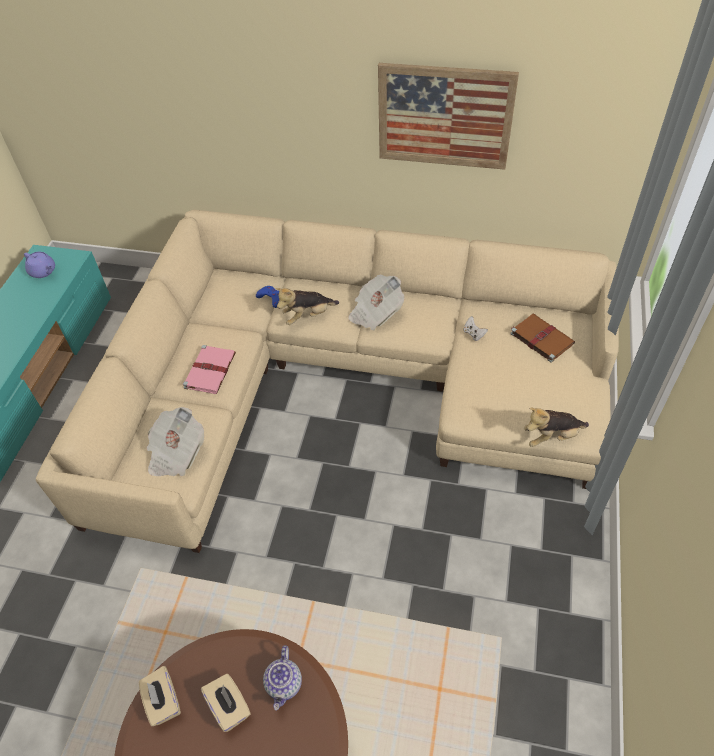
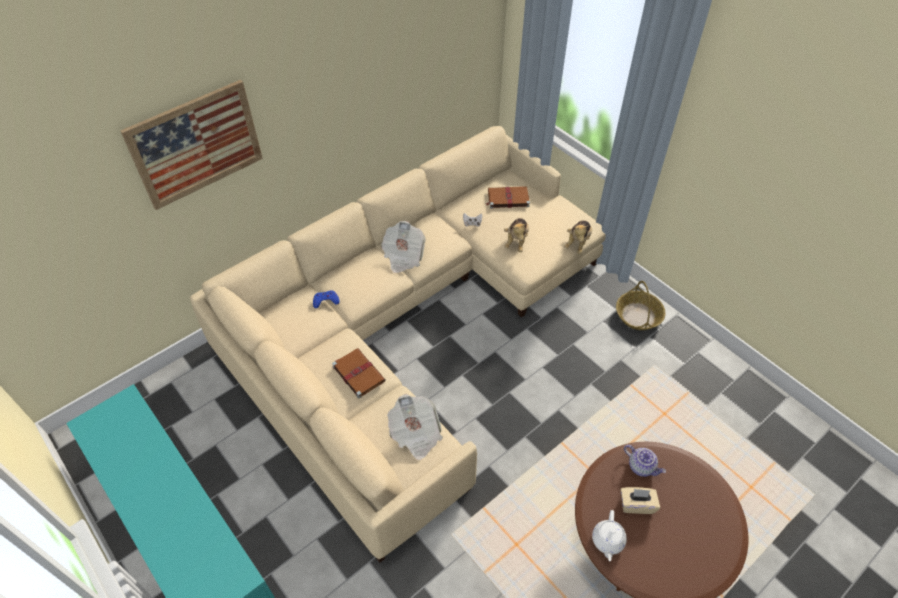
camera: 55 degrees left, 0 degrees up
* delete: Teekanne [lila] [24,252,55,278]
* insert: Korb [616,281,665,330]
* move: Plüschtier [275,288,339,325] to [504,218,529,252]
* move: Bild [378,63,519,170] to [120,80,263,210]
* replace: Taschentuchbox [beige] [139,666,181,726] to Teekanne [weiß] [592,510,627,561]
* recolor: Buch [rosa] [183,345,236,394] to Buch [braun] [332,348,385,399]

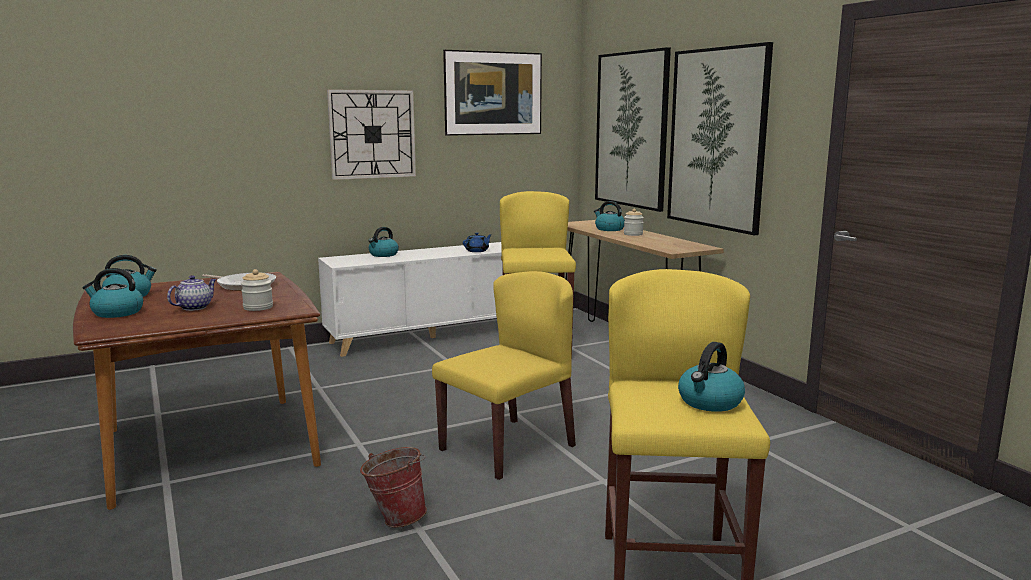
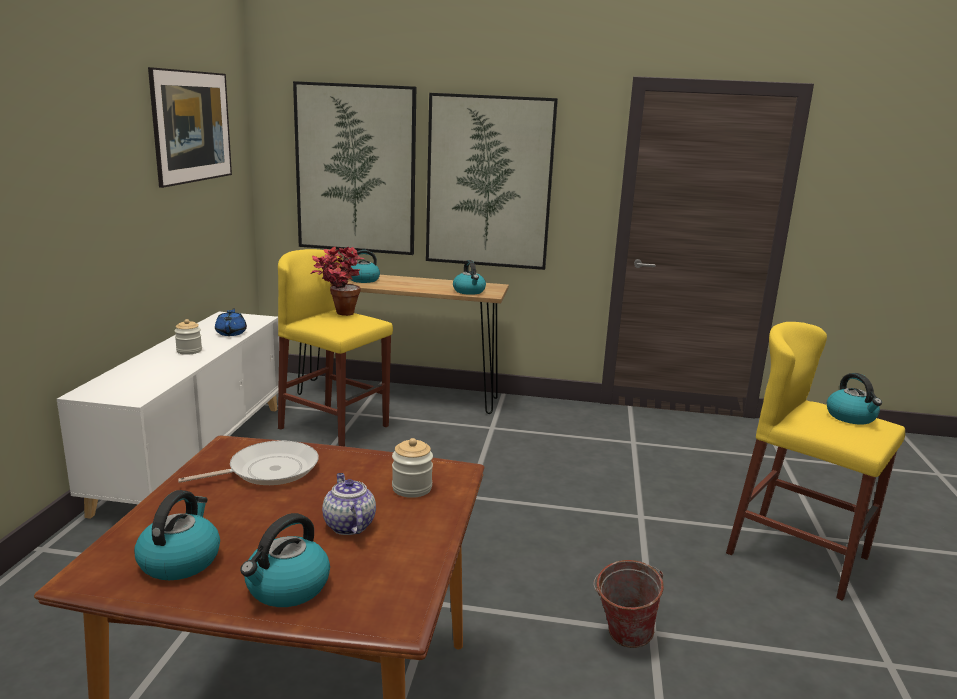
camera: 55 degrees left, 5 degrees up
* delete: Wanduhr [327,89,416,180]
* delete: Stuhl [gelb] [432,271,576,480]
* insert: Topfpflanze [311,247,364,316]
* move: Wasserkessel [368,227,399,257] to [453,260,486,295]
* move: Vorratsglas [624,209,644,236] to [174,319,202,355]

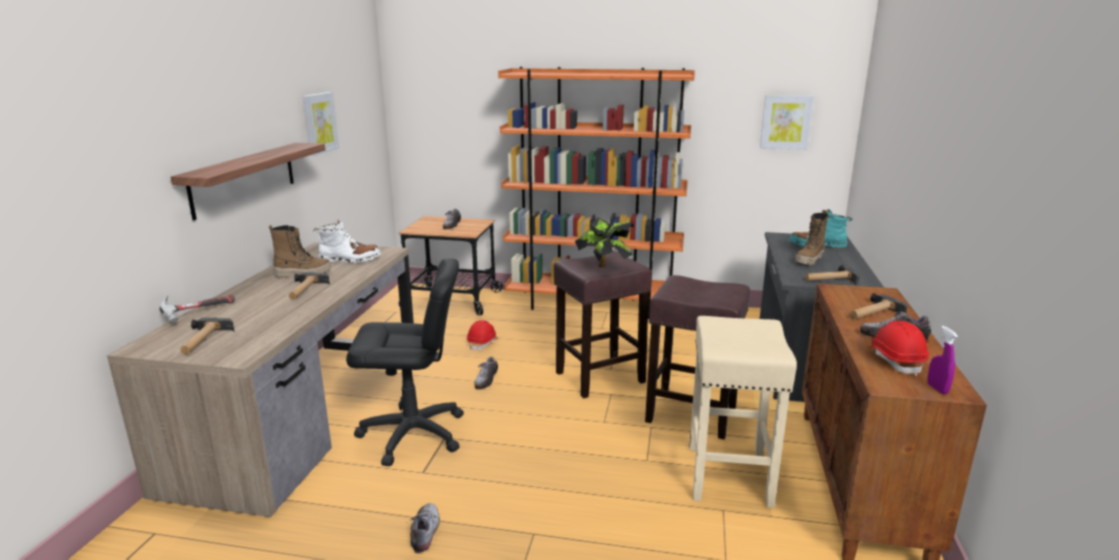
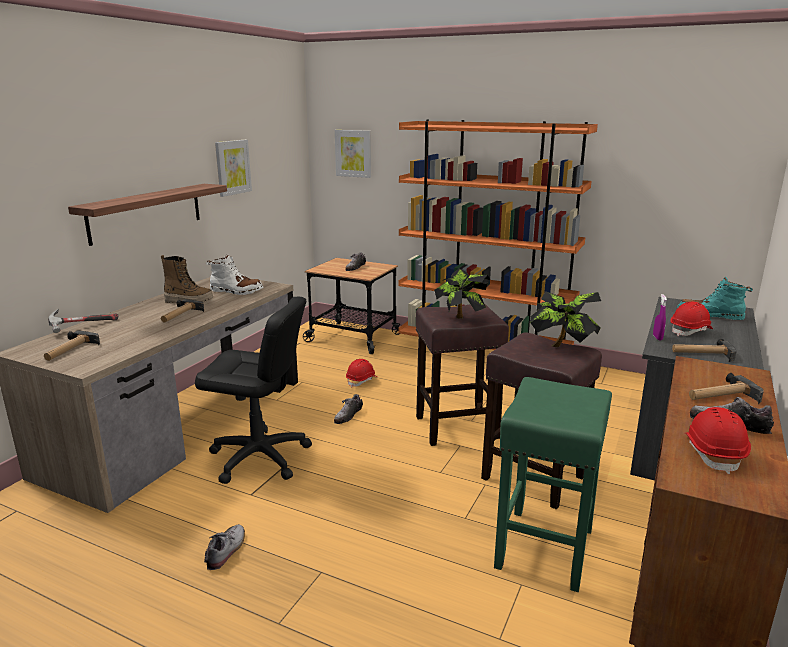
camera: 15 degrees right, 0 degrees up
* insert: Topfpflanze [530,292,601,347]
* move: Bild [760,95,814,150] to [335,130,371,178]
* move: Sprühflasche [lila] [927,326,958,394] to [653,294,667,340]
* replace: Stiefel [795,210,828,265] to Schutzhelm [rot] [670,301,713,336]
* recolor: Hocker [beige] [689,316,797,508] to Hocker [grün] [494,377,612,592]

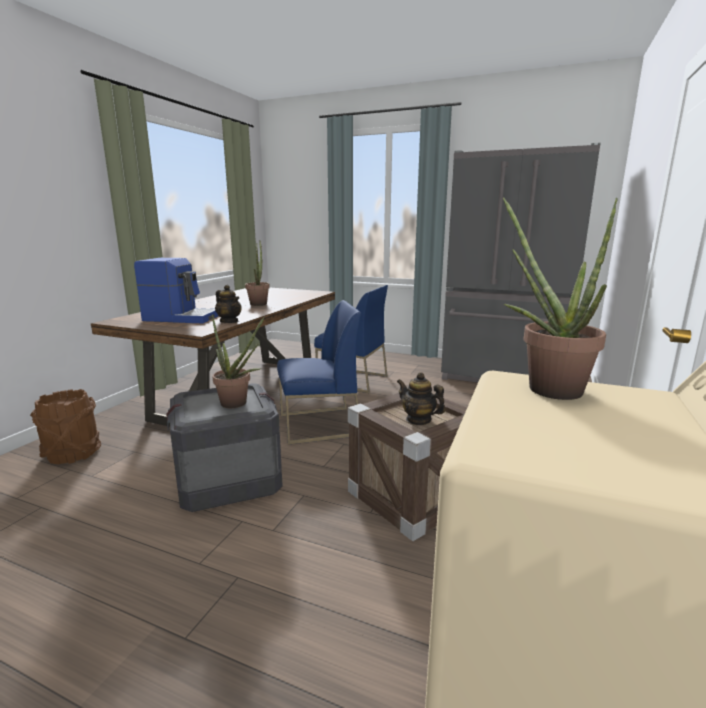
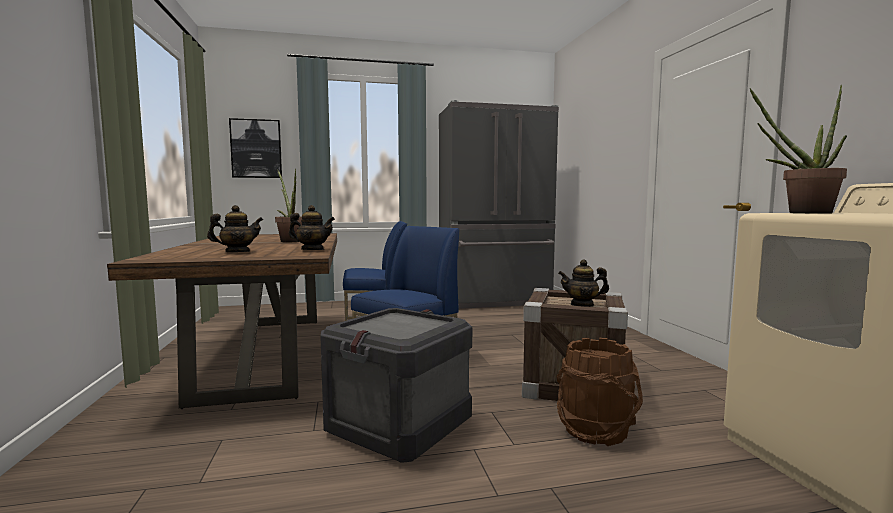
camera: 35 degrees left, 10 degrees down
* delete: Topfpflanze [212,314,265,408]
* insert: Bild [229,118,282,178]
* move: Eimer [braun] [30,389,101,464] to [557,338,643,446]
* replace: Kaffeemaschine [134,258,219,323] to Teekanne [207,205,263,252]

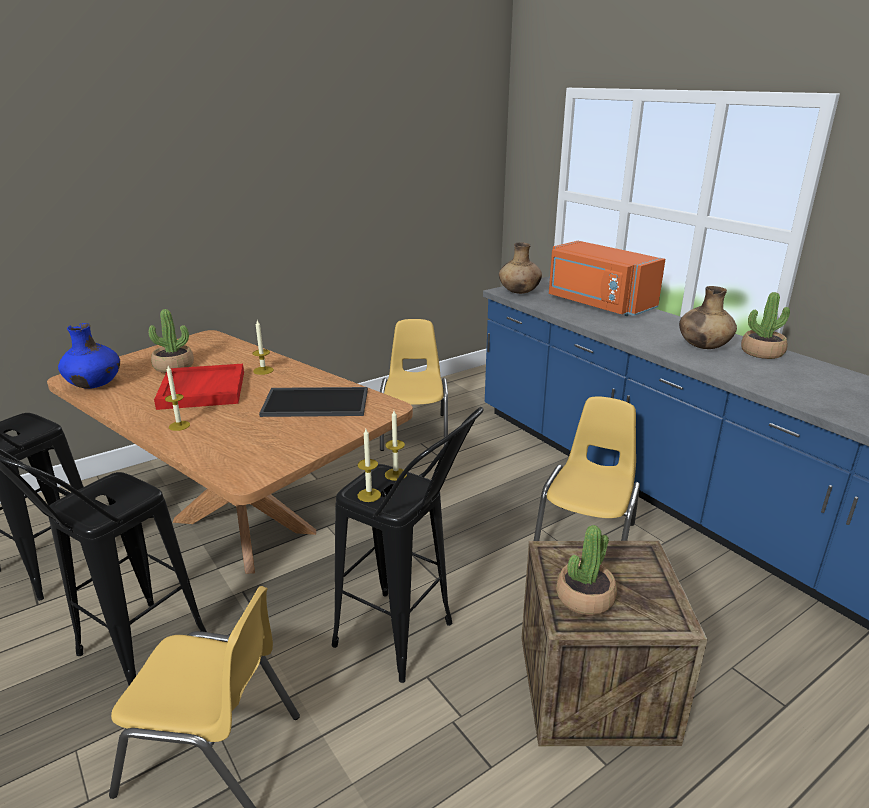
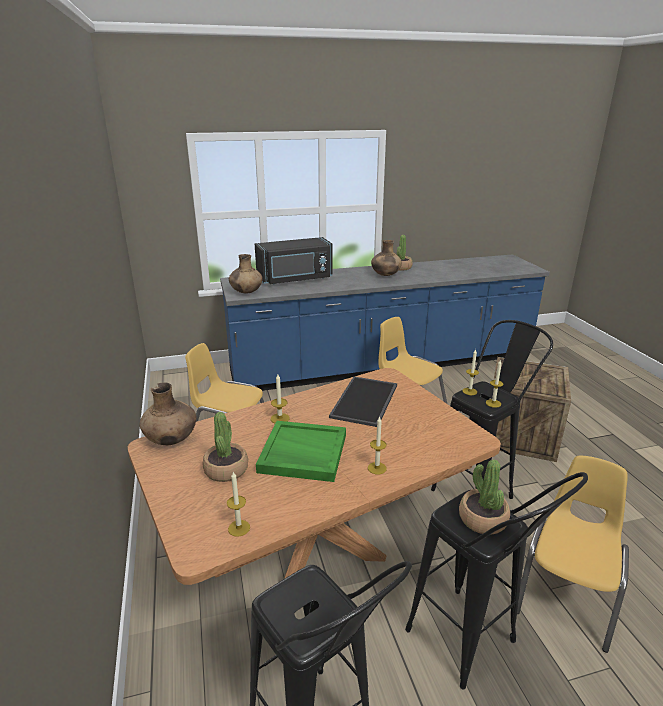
camera: 70 degrees left, 0 degrees up
* insert: Vase [braun] [140,382,196,445]
* move: Topfpflanze [556,525,617,615] to [459,459,510,535]
* replace: Vase [blau] [58,323,120,389] to Kerze [227,472,250,537]
* recolor: Tablett [rot] [154,364,244,410] to Tablett [grün] [256,421,346,482]
* recolor: Mikrowelle [orange] [549,241,665,316] to Mikrowelle [schwarz] [255,237,332,284]

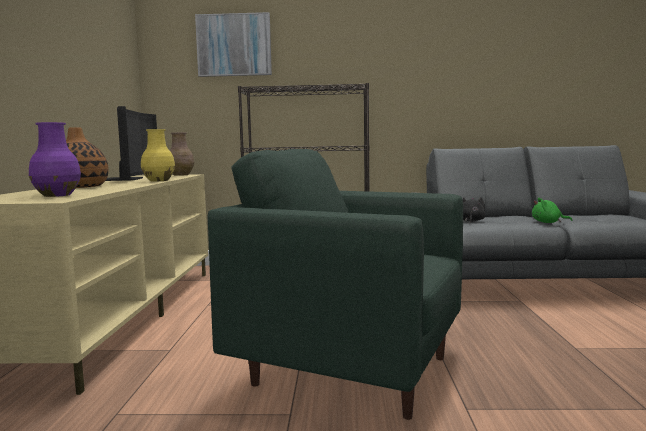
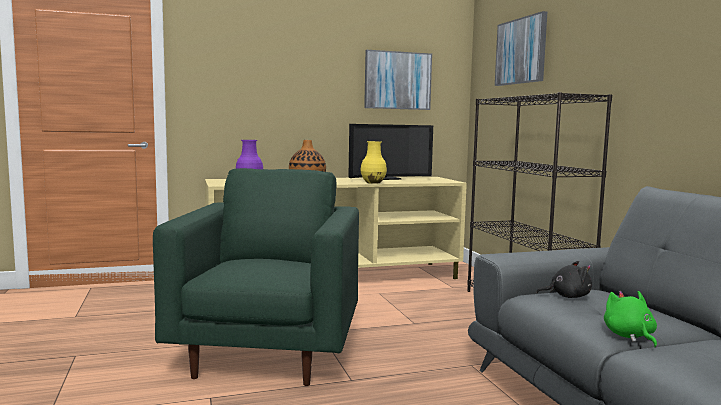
camera: 70 degrees right, 0 degrees up
* delete: Vase [braun] [169,132,194,176]
* insert: Bild [364,50,432,110]

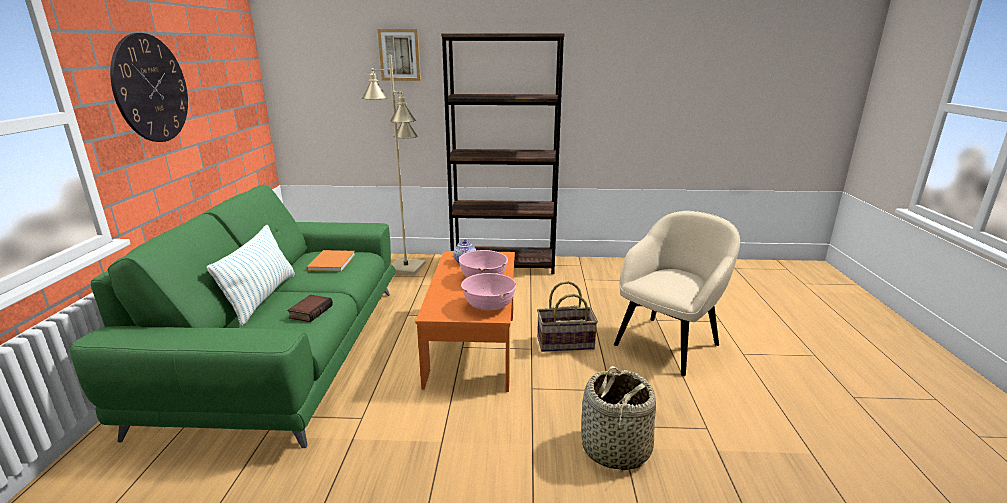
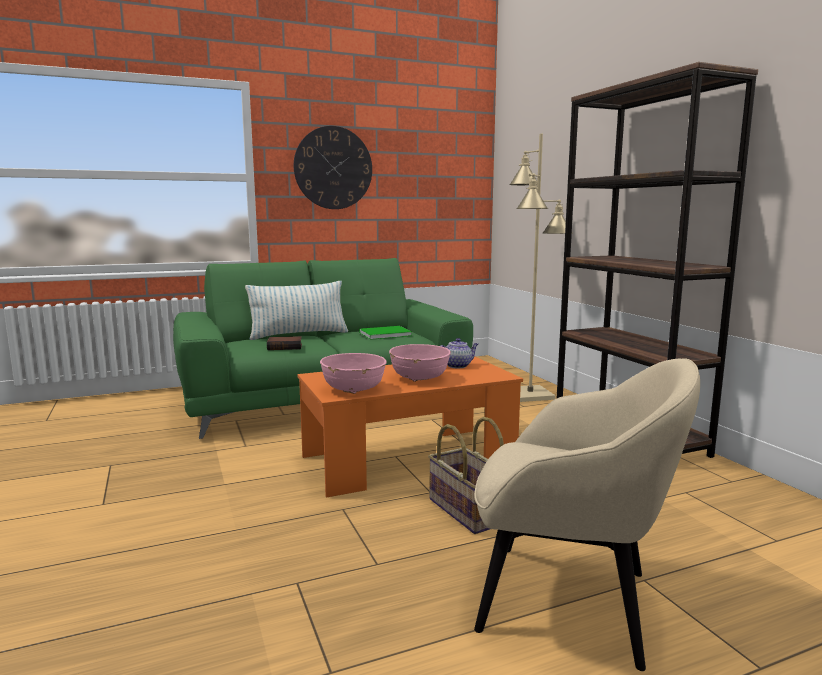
camera: 65 degrees right, 10 degrees down
* delete: Bild [378,29,421,81]
* delete: Korb [581,366,656,472]
* recolor: Buch [orange] [306,250,355,272] to Buch [grün] [359,326,412,340]

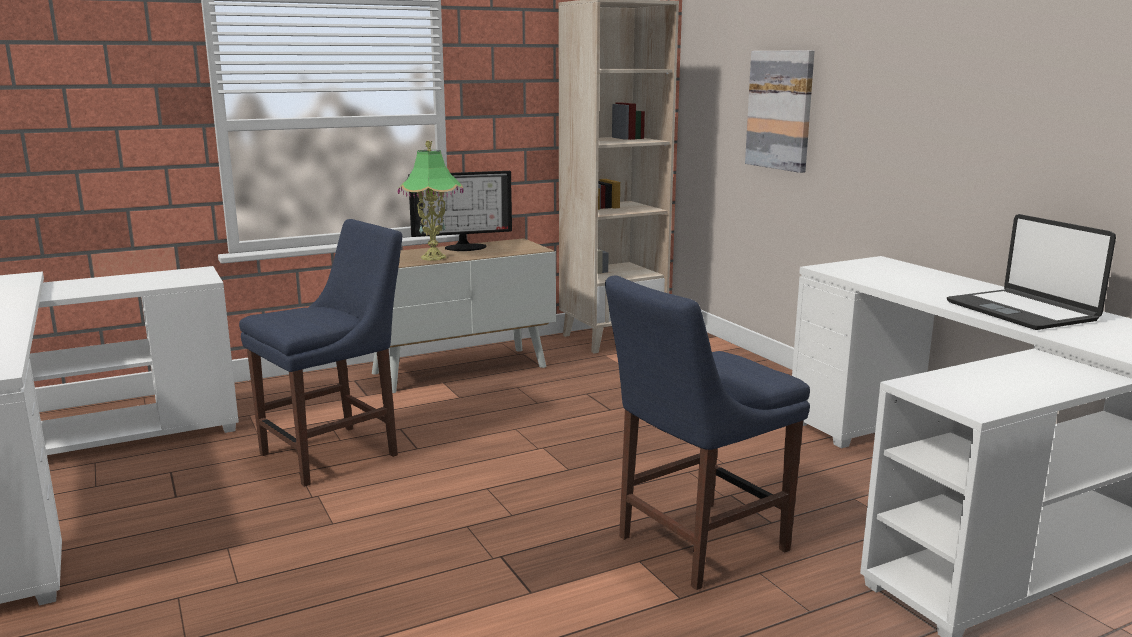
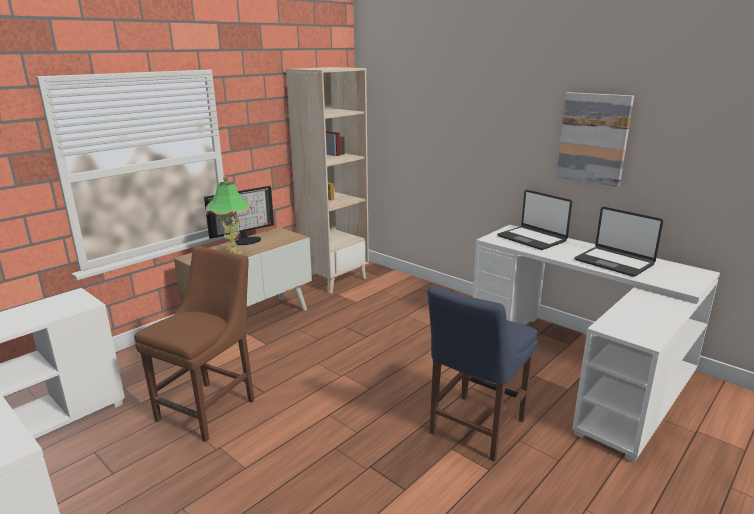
camera: 20 degrees left, 5 degrees up
* insert: Laptop [497,190,572,250]
* move: Bild [745,50,815,173] to [556,92,634,187]
* recolor: Stuhl [blau] [239,219,402,487] to Stuhl [braun] [134,246,254,442]

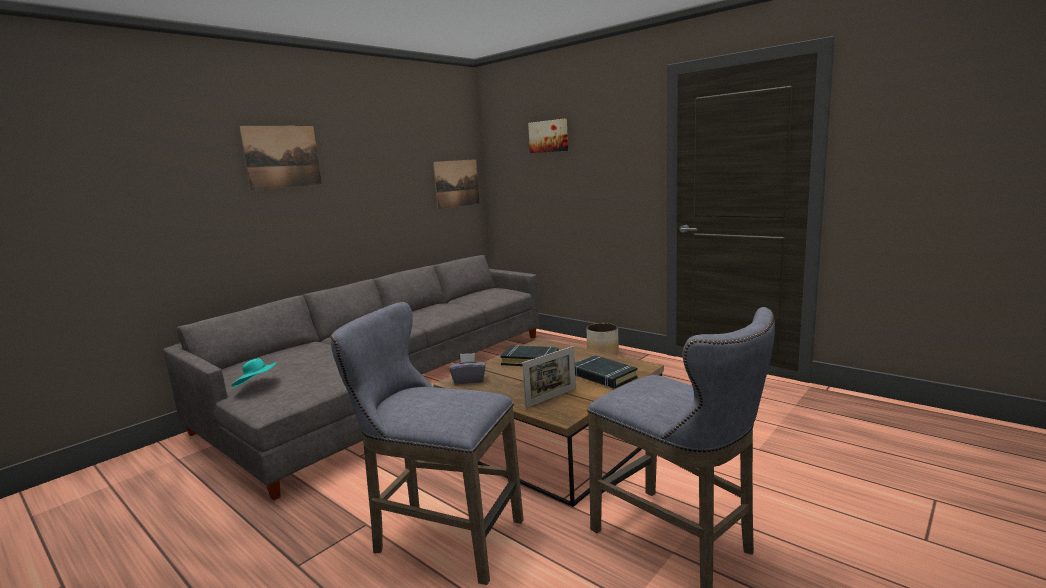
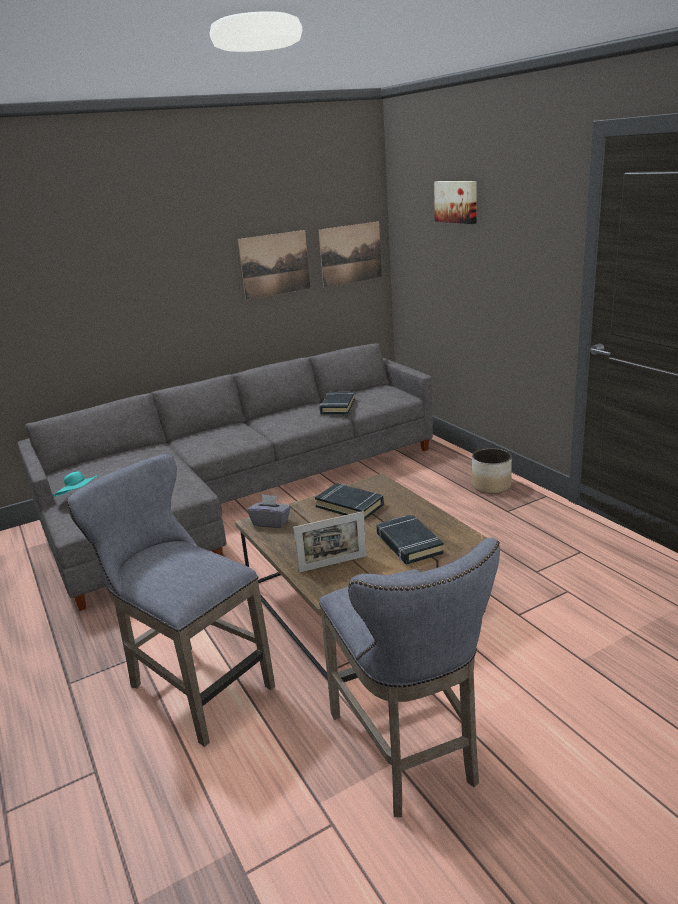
camera: 20 degrees right, 10 degrees up
* insert: Buch [schwarz] [319,392,355,414]
* move: Bild [239,126,322,190] to [238,230,310,300]

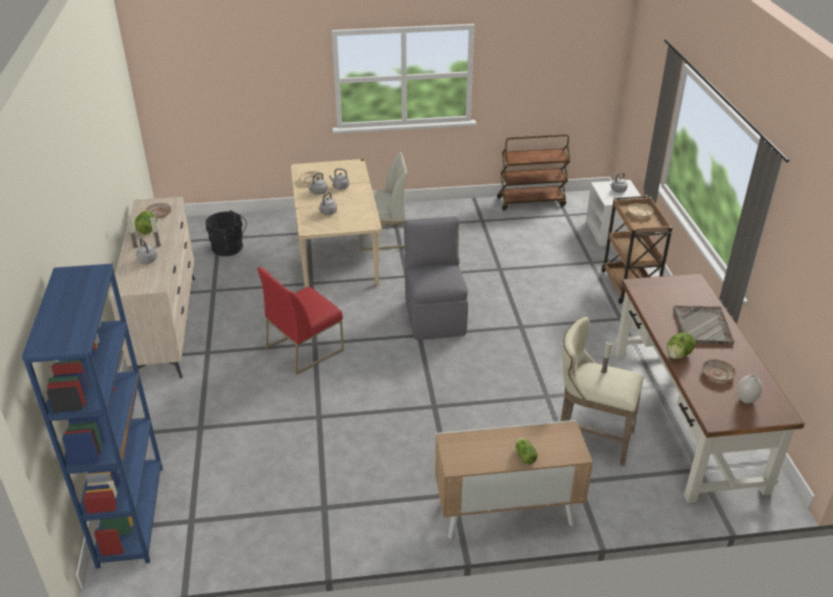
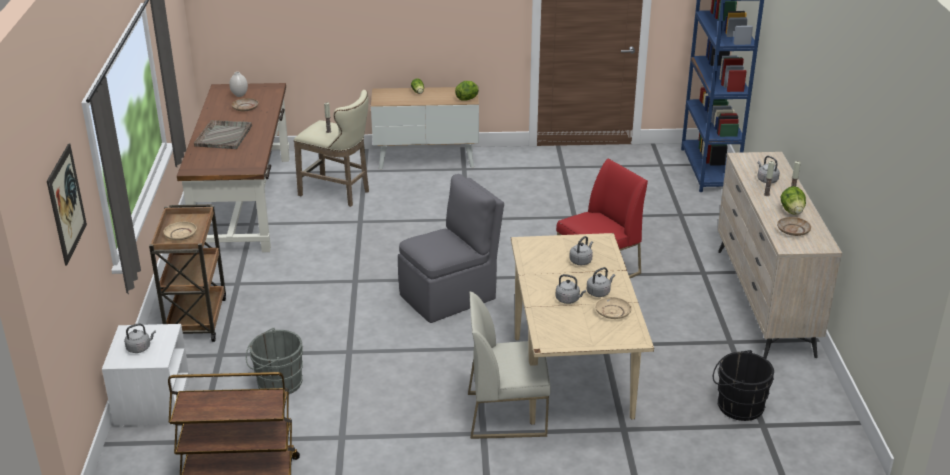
camera: 175 degrees left, 5 degrees down
* insert: Bild [47,144,87,265]
* insert: Eimer [grau] [246,328,303,394]
* move: Salatkopf [667,332,696,359] to [455,81,479,101]
* rotate: Stuhl [grau] [404,216,468,340] = [398,174,504,323] 120 degrees counterclockwise

